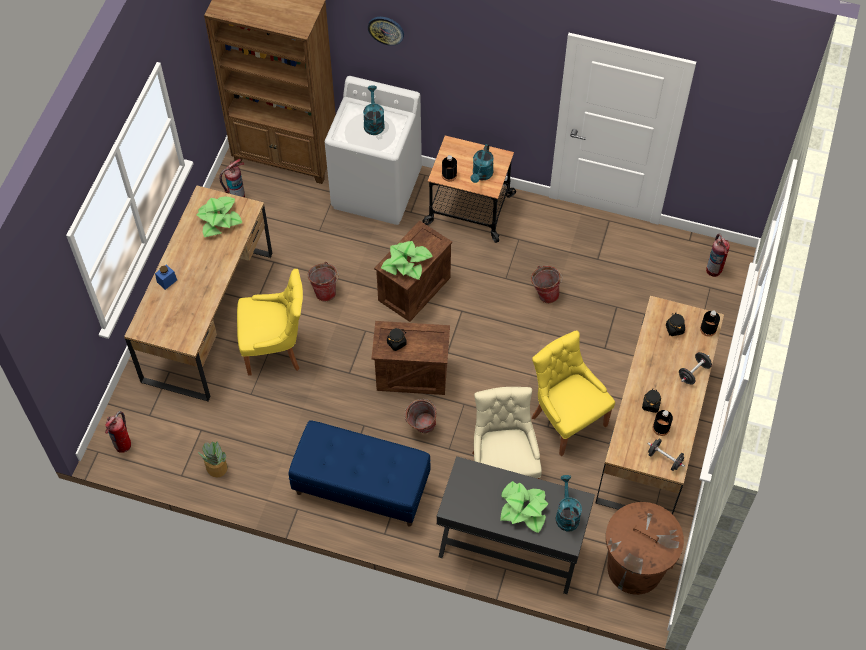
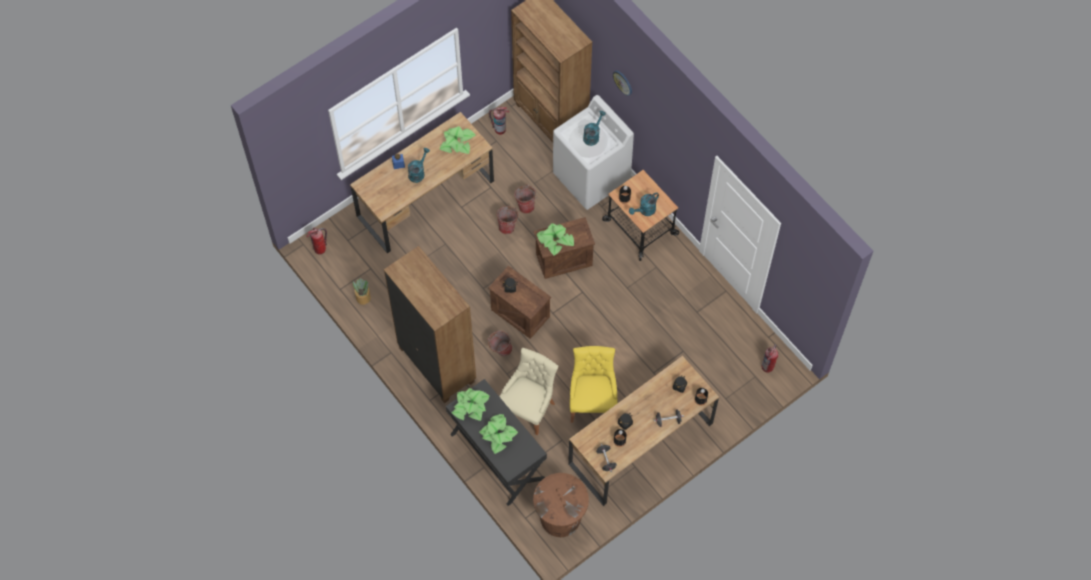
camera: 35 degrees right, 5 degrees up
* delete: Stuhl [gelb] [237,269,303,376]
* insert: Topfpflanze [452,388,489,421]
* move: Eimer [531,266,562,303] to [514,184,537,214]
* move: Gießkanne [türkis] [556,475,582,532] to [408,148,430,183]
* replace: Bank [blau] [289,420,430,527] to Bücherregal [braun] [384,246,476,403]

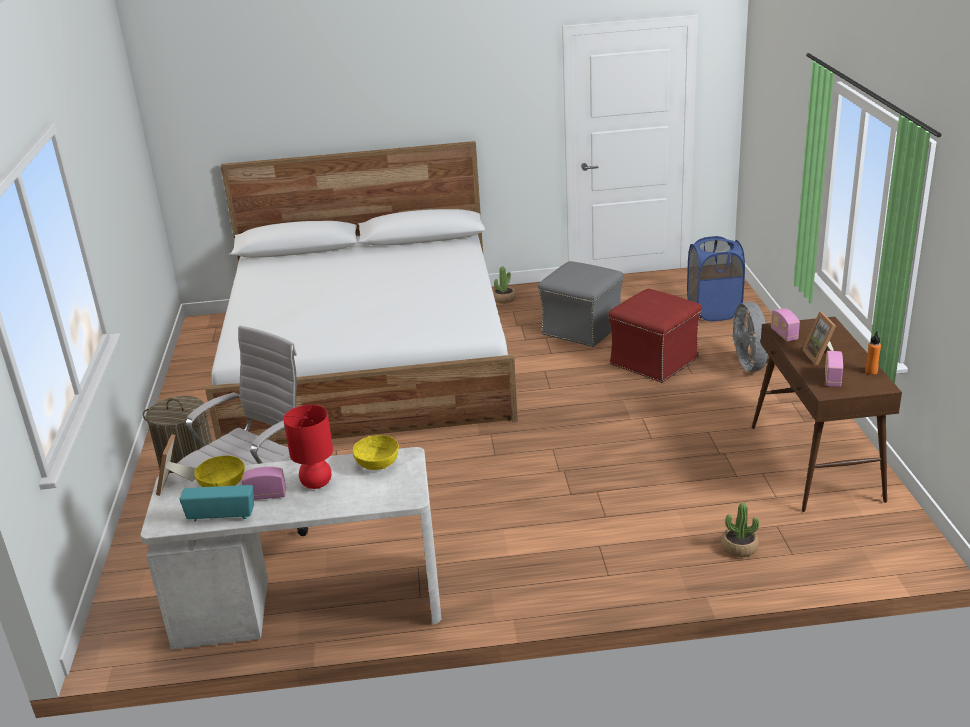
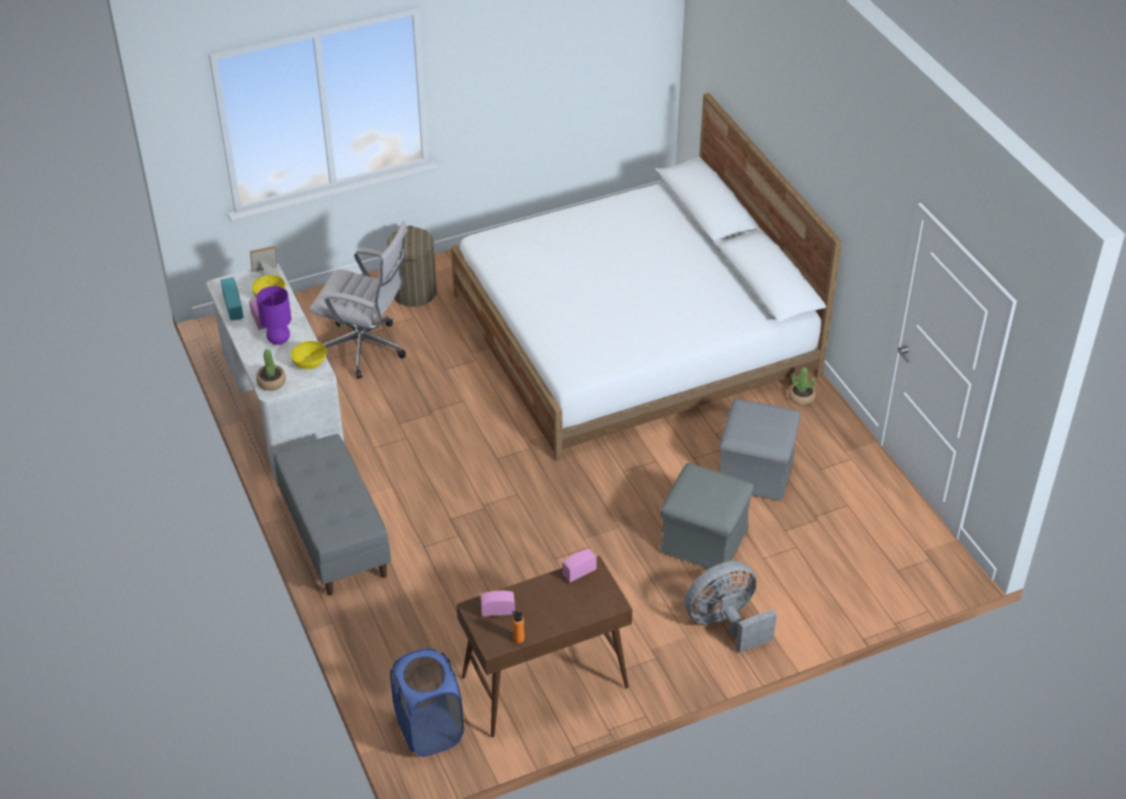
camera: 70 degrees right, 15 degrees up
* delete: Bilderrahmen [802,311,836,365]
* insert: Bank [grau] [274,434,391,595]
* move: Wäschekorb [blau] [687,236,745,321] to [390,648,464,757]
* move: Topfpflanze [721,503,759,557] to [256,349,286,391]
* recolor: Tischlampe [rot] [283,405,333,489] to Tischlampe [lila] [256,286,291,345]
* recolor: Polsterhocker [rot] [608,289,702,383] to Polsterhocker [grau] [660,463,754,569]

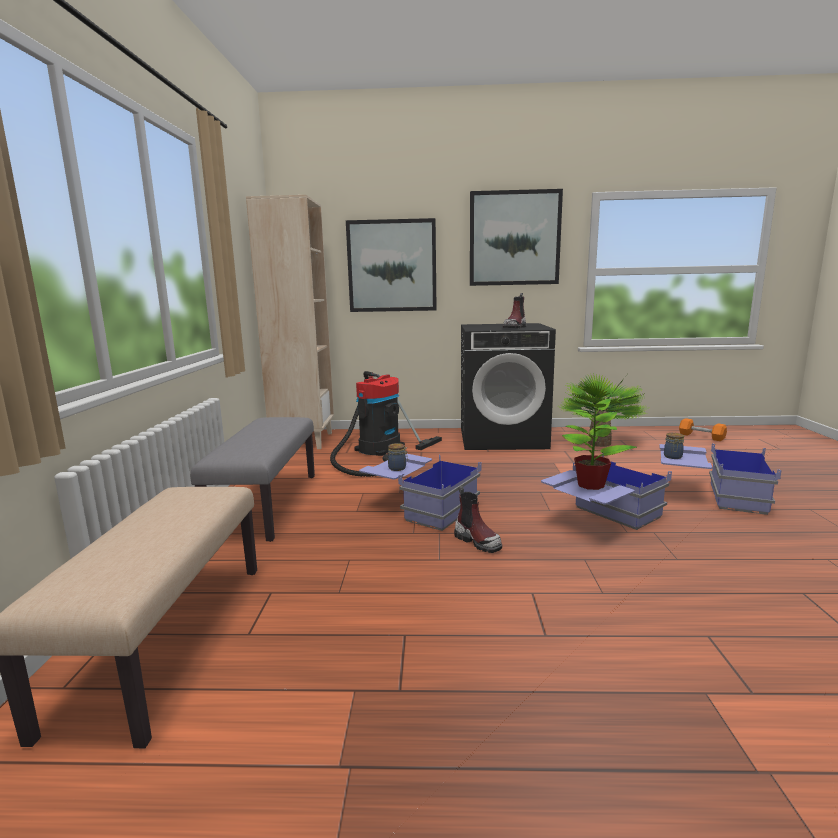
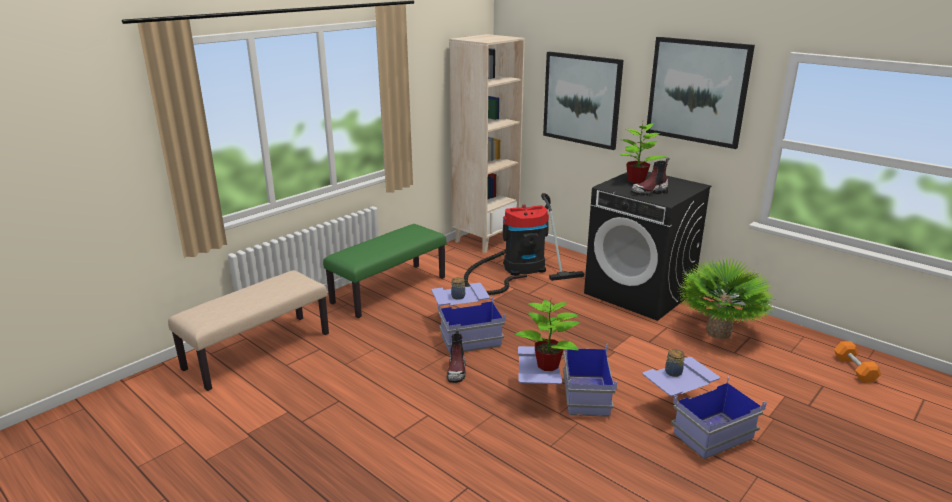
camera: 40 degrees right, 10 degrees up
* insert: Topfpflanze [620,122,668,184]
* recolor: Bank [grau] [190,417,315,542] to Bank [grün] [323,224,446,318]

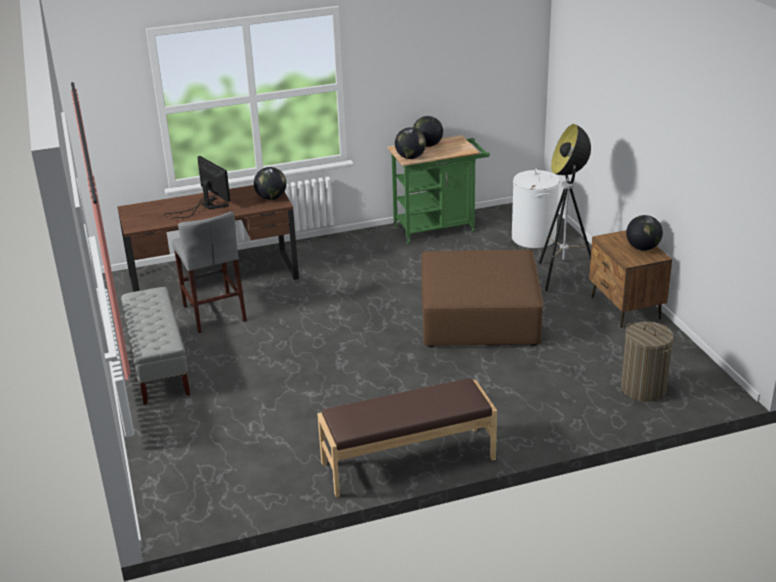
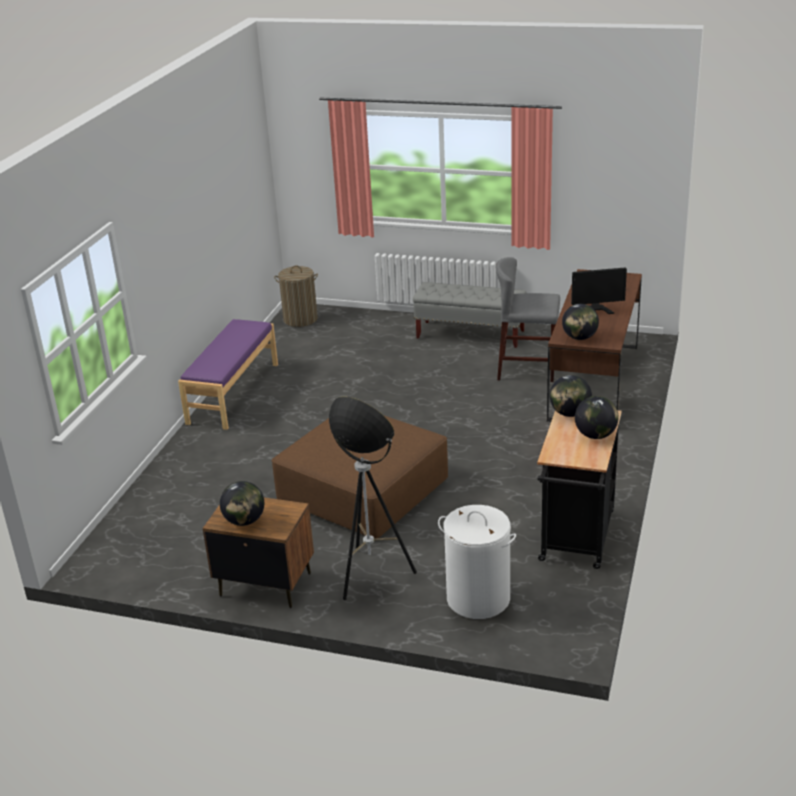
camera: 125 degrees right, 0 degrees up
* move: Wäschekorb [621,322,674,402] to [274,266,318,327]
* recolor: Bank [braun] [317,378,497,497] to Bank [lila] [178,319,278,430]
* recolor: Rollwagen [grün] [387,135,490,244] to Rollwagen [schwarz] [537,410,622,569]

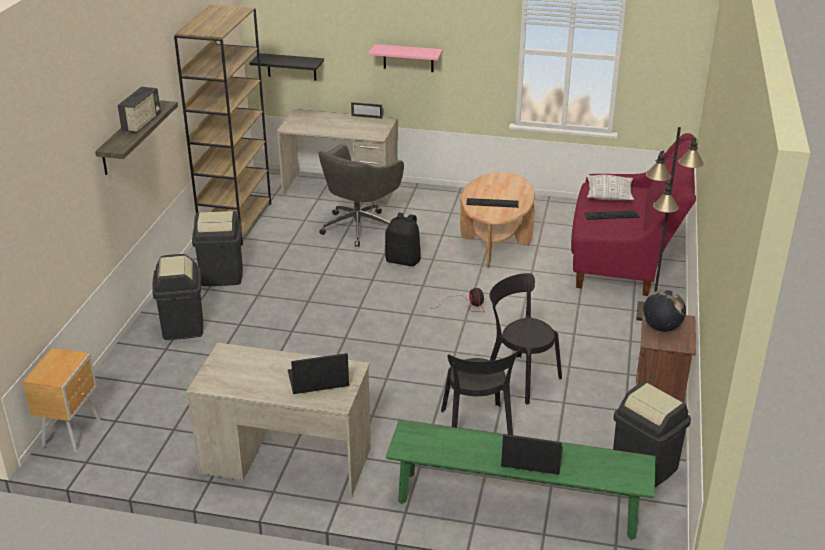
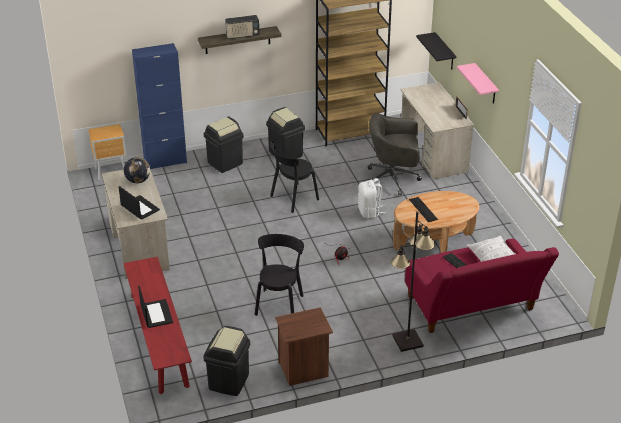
camera: 60 degrees right, 5 degrees up
* insert: Schrank [blau] [132,43,187,169]
* move: Stuhl [schwarz] [441,348,521,435] to [270,141,319,213]
* move: Globus [643,290,686,332] to [124,157,150,183]
* recolor: Rucksack [schwarz] [385,213,421,266] to Rucksack [weiß] [358,178,385,219]
* recolor: Bank [grün] [386,420,656,540] to Bank [rot] [123,257,192,394]

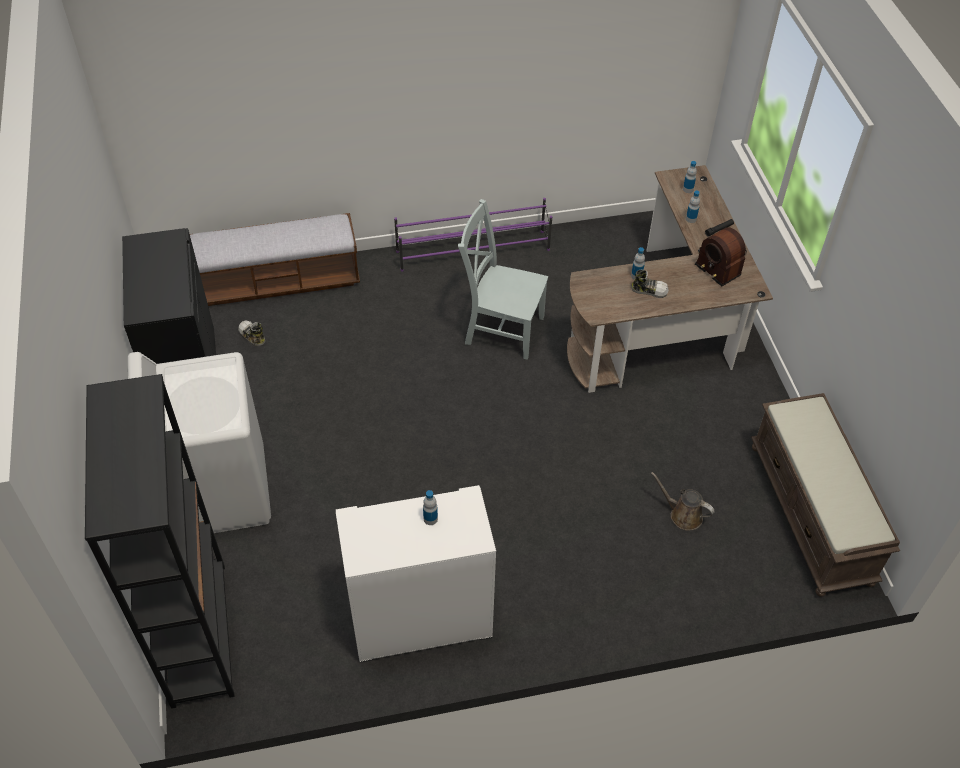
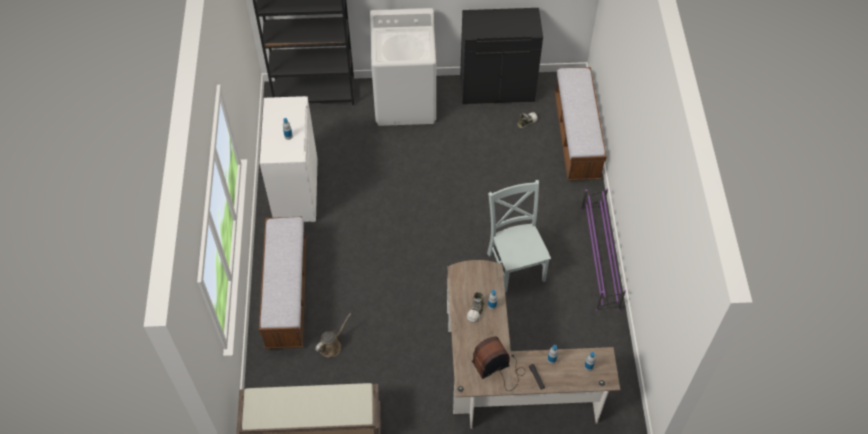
camera: 100 degrees right, 5 degrees up
* insert: Bank [259,217,306,349]
* rotate: Stuhl [grau] [458,199,548,360] = [487,180,551,292] 45 degrees counterclockwise

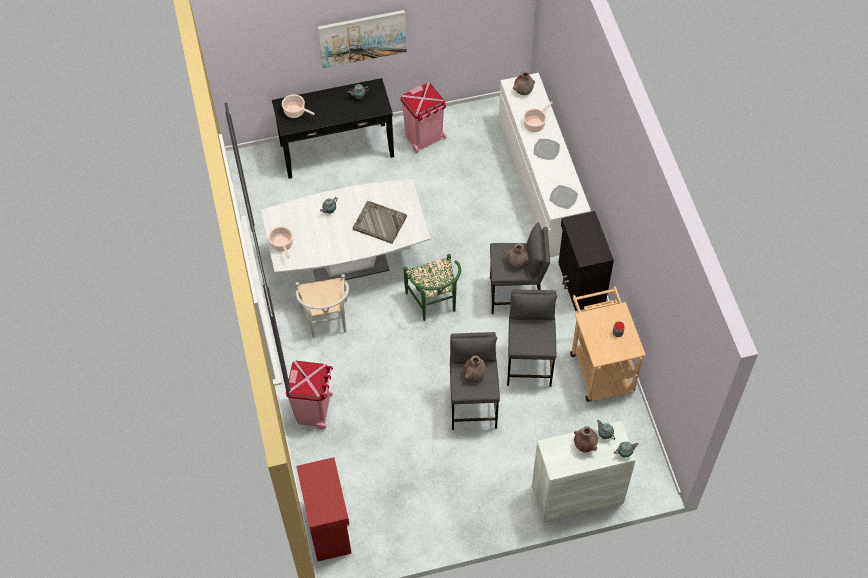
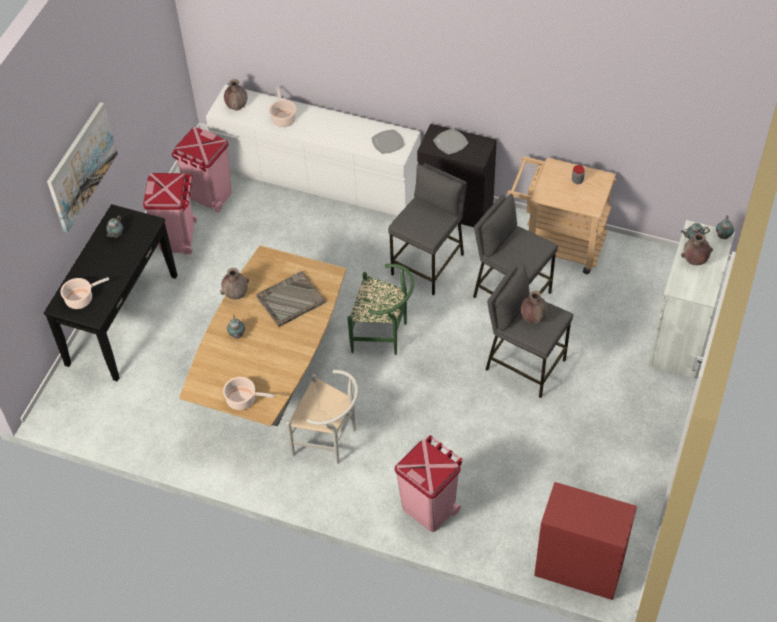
camera: 55 degrees left, 5 degrees down
* insert: Mülleimer [rosa] [171,127,231,213]
* move: Vase [braun] [506,243,529,268] to [220,268,249,299]
* move: Teller [534,139,560,160] to [433,129,468,154]
* recolor: Esstisch [weiß] [261,179,430,282] to Esstisch [braun] [179,245,346,426]

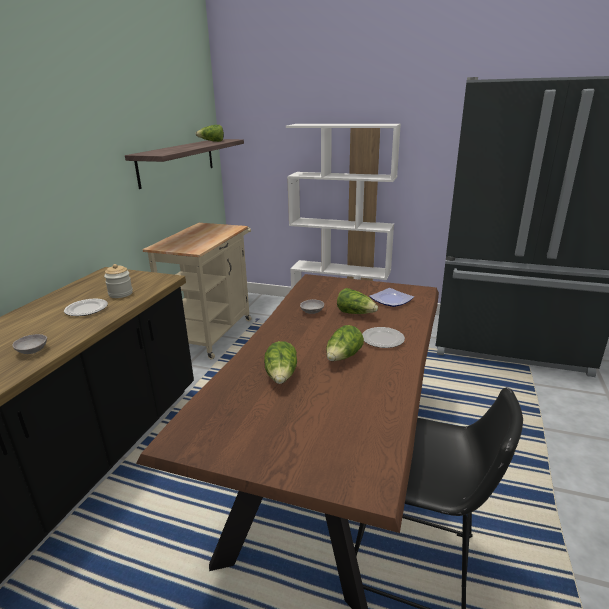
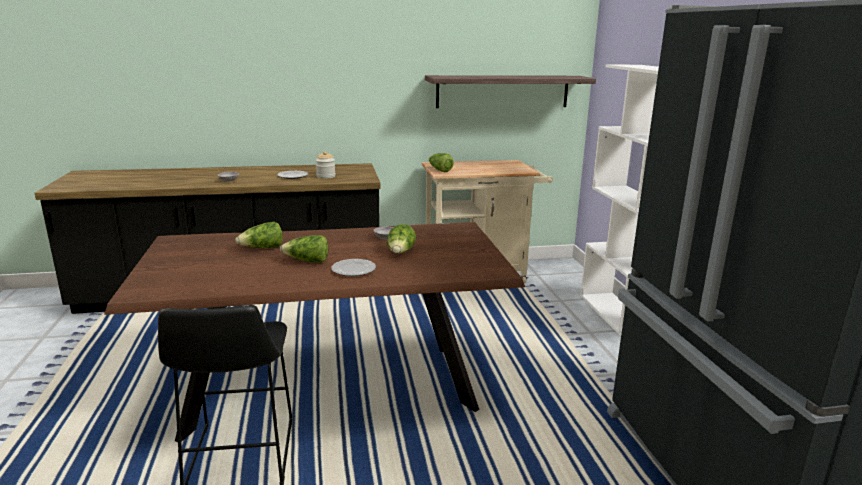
camera: 60 degrees right, 5 degrees down
* delete: Teller [369,288,414,307]
* move: Salatkopf [196,125,224,142] to [429,153,454,172]

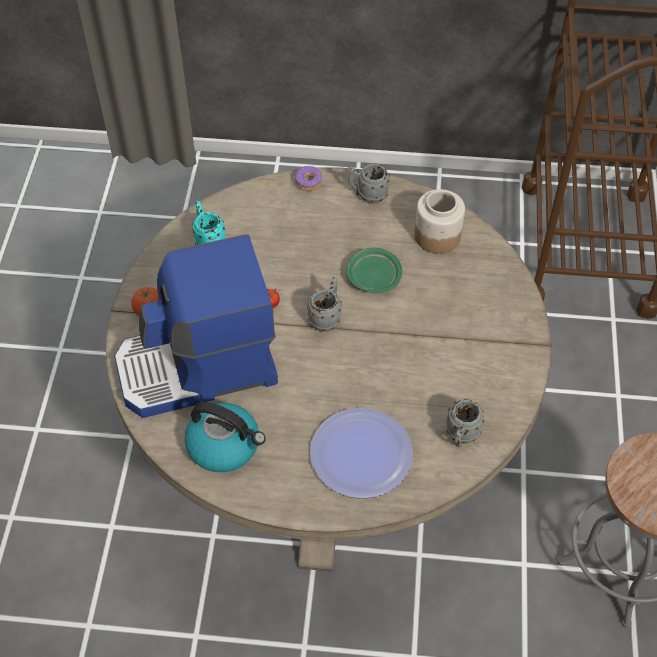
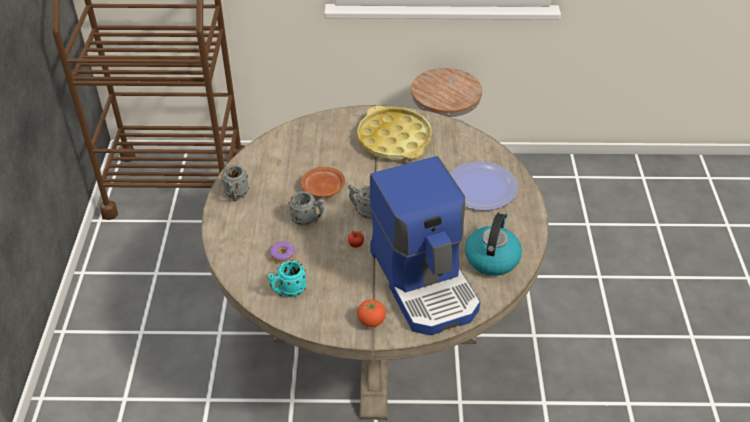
camera: 95 degrees left, 10 degrees down
* delete: Vorratsglas [414,189,465,253]
* insert: Tablett [gelb] [357,106,432,159]
* move: Donut [295,166,323,191] to [270,241,295,263]
* move: Henkelbecher [grau] [446,399,484,447] to [289,191,324,226]
* recolor: Teller [grün] [346,248,402,293] to Teller [braun] [301,167,345,197]

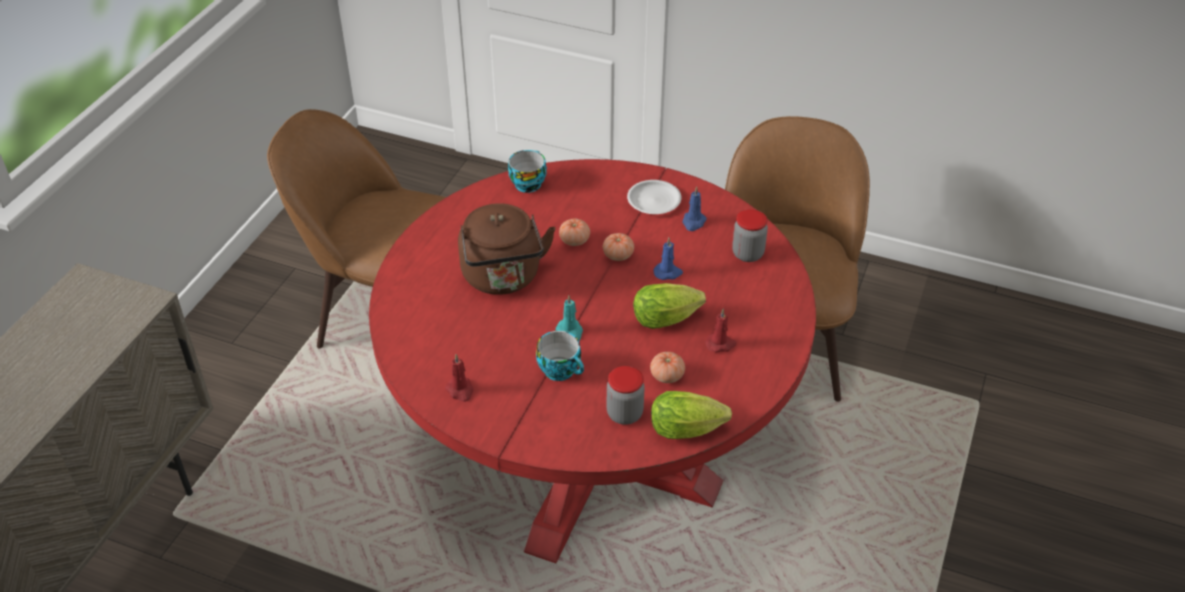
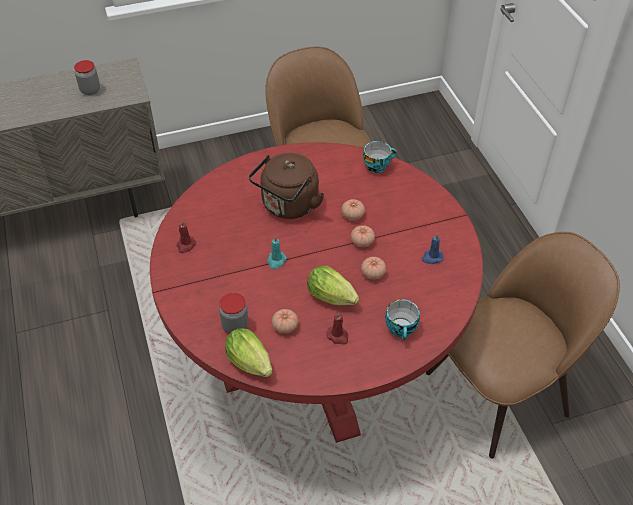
camera: 50 degrees right, 5 degrees up
* delete: Teller [weiß] [627,180,681,214]
* move: Tasse [536,331,584,381] to [385,299,420,340]
* move: Vorratsglas [732,209,768,262] to [74,60,100,95]
* replace: Kerze [blau] [654,238,683,280] to Tomate [361,257,386,280]

